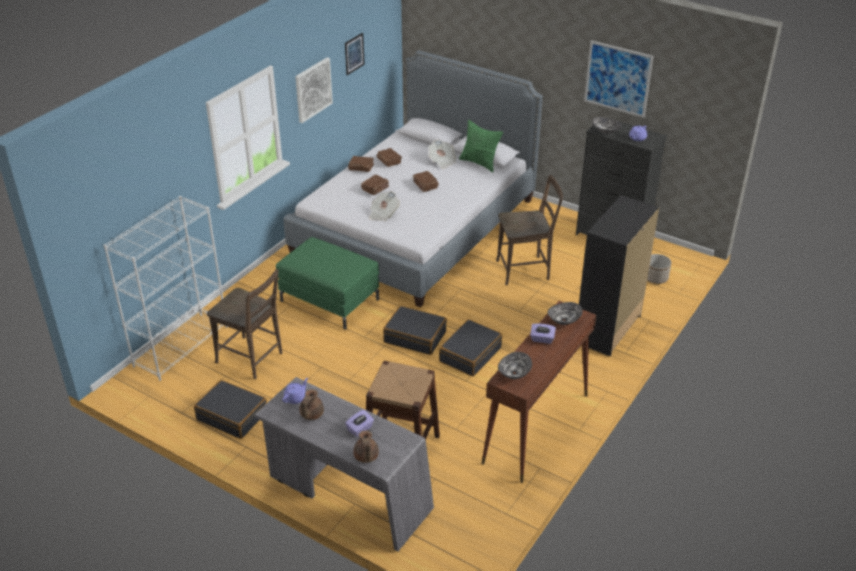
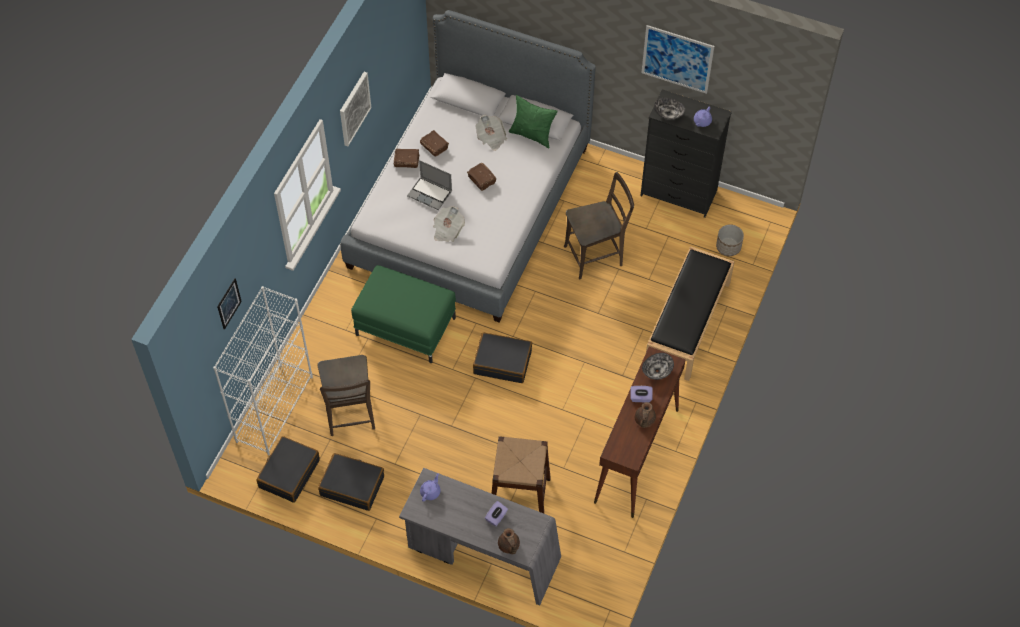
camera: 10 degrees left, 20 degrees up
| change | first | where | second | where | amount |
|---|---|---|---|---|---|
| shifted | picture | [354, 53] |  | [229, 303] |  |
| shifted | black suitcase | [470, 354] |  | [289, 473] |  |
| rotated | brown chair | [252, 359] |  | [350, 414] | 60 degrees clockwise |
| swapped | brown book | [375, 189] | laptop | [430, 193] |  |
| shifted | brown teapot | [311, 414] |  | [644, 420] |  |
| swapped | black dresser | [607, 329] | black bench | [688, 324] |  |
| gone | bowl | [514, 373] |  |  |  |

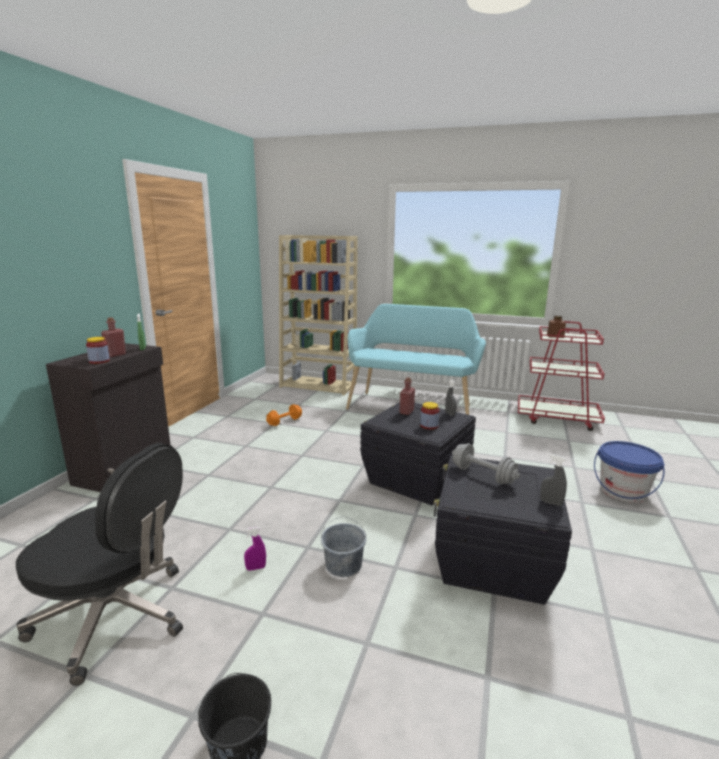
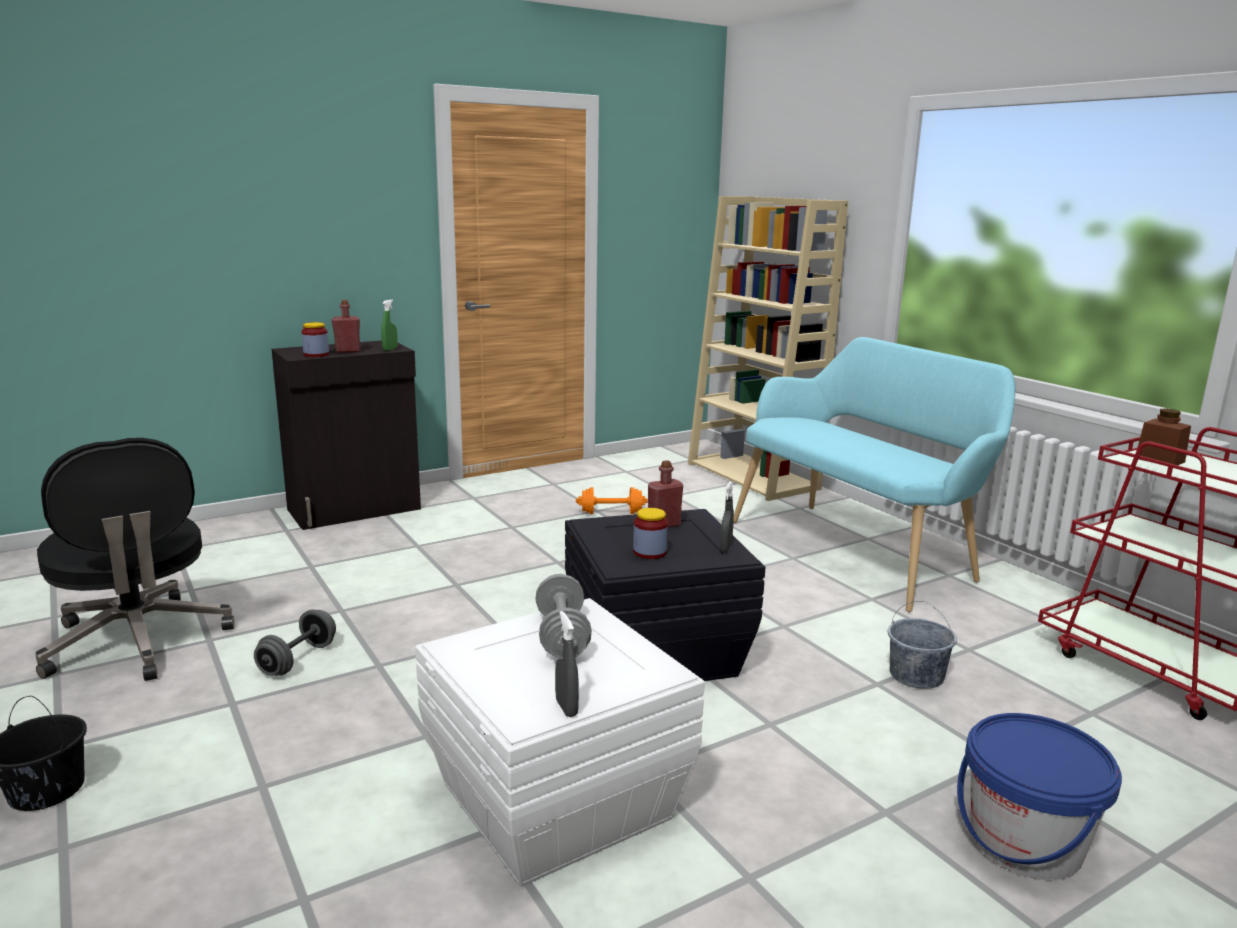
camera: 40 degrees right, 0 degrees up
| change | first | where | second | where | amount |
|---|---|---|---|---|---|
| swapped | purple spray bottle | [256, 568] | grey dumbbell | [298, 660] |  |
| repainted | black storage box | [492, 562] | white storage box | [553, 800] |  |
| shifted | grey bucket | [344, 565] |  | [917, 676] |  |

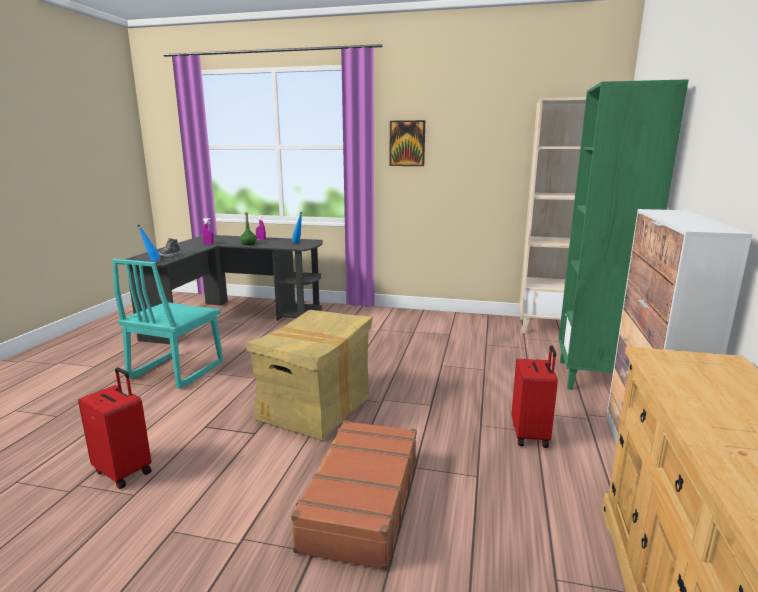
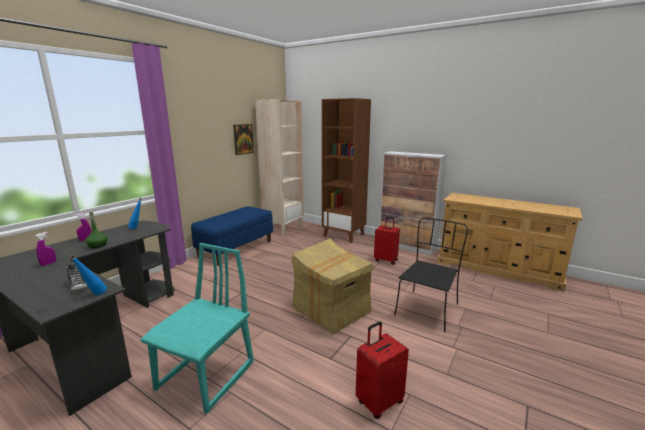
camera: 70 degrees left, 0 degrees up
| change | first | where | second | where | amount |
|---|---|---|---|---|---|
| rotated | turquoise chair | [176, 371] |  | [207, 376] | 105 degrees counterclockwise |
| new |  |  | blue bench | [236, 249] |  |
| shifted | picture | [407, 143] |  | [243, 139] |  |
| repainted | green bookcase | [593, 377] | brown bookcase | [344, 235] |  |
| swapped | brown suitcase | [360, 502] | black chair | [427, 309] |  |

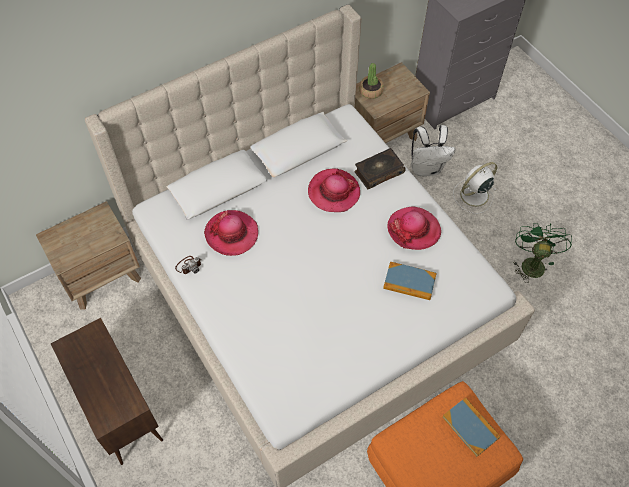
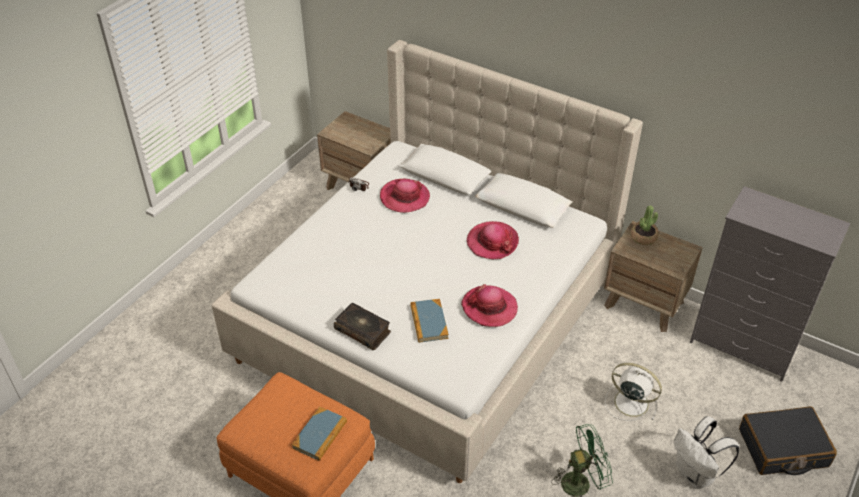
camera: 65 degrees right, 15 degrees down
| change | first | where | second | where | amount |
|---|---|---|---|---|---|
| shifted | book | [378, 172] |  | [363, 331] |  |
| shifted | white backpack | [426, 168] |  | [696, 474] |  |
| new |  |  | black suitcase | [783, 448] |  |
| gone | brown cabinet | [120, 409] |  |  |  |

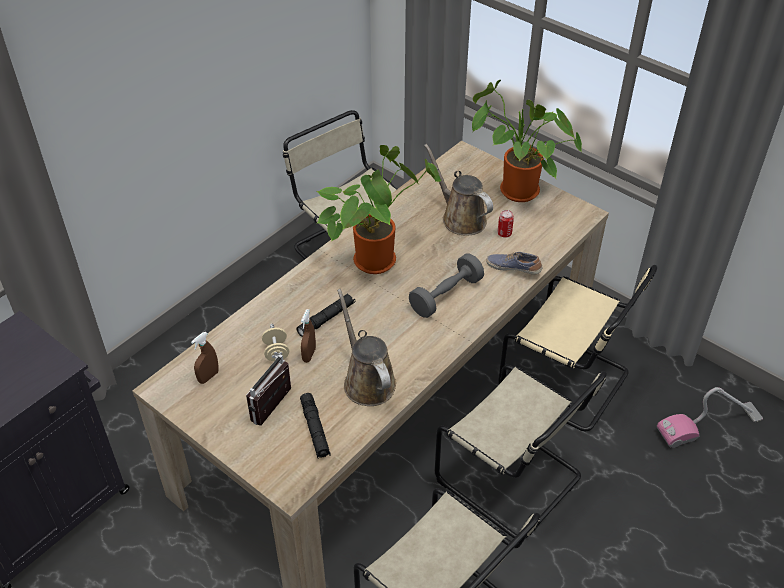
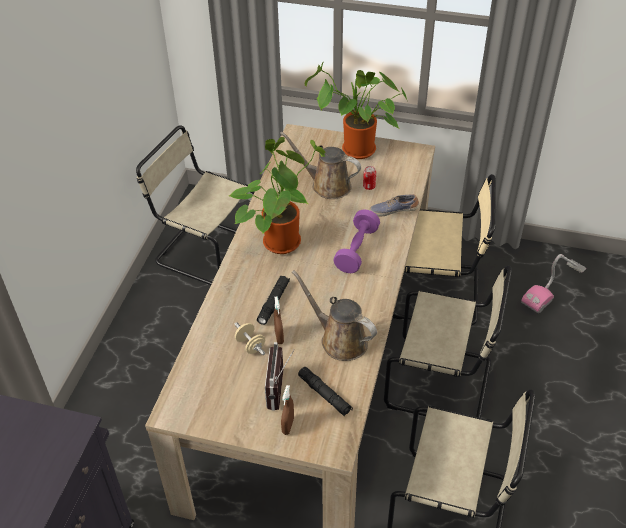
camera: 25 degrees left, 0 degrees up
| change | first | where | second | where | amount |
|---|---|---|---|---|---|
| shifted | brown spray bottle | [208, 377] |  | [288, 426] |  |
| repainted | grey dumbbell | [446, 295] | purple dumbbell | [356, 250] |  |

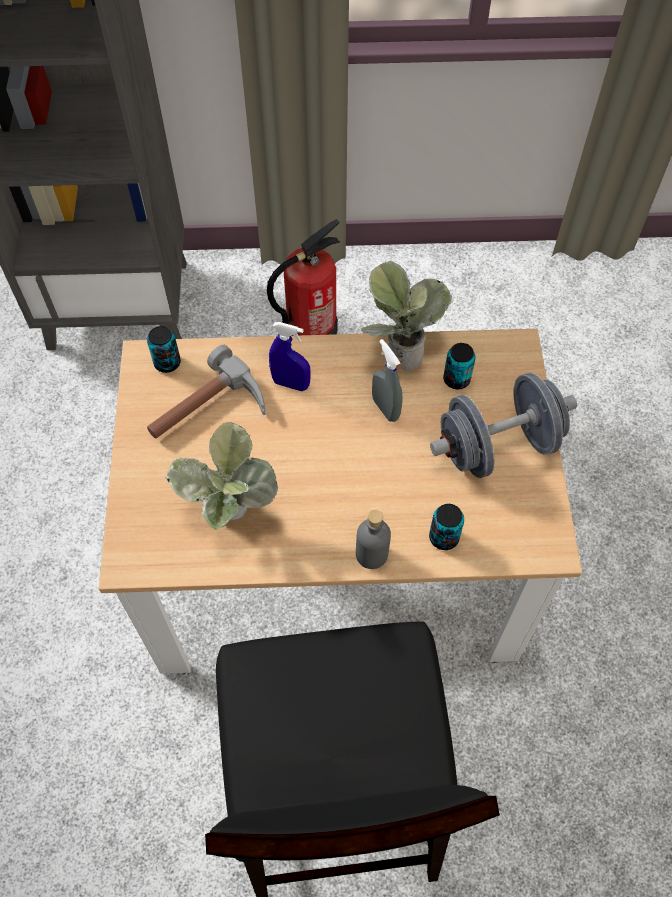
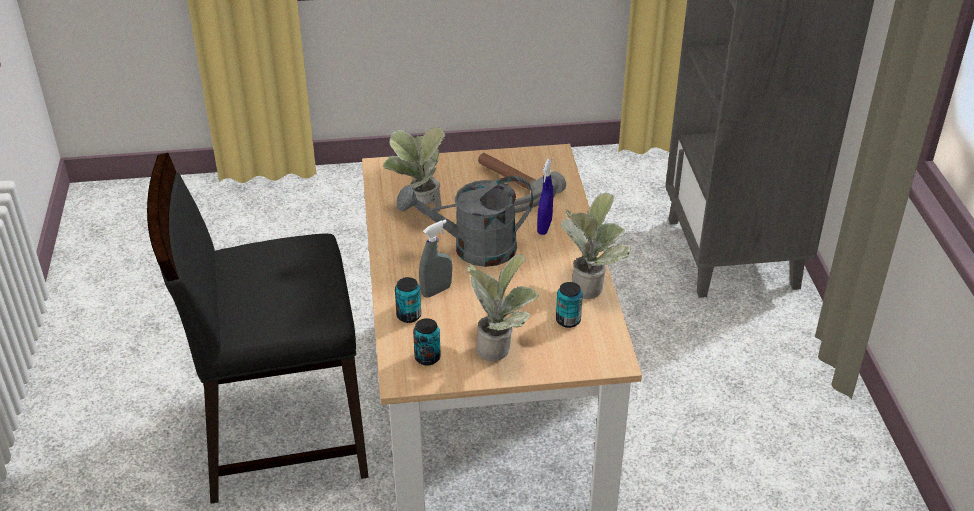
camera: 85 degrees right, 20 degrees down
| change | first | where | second | where | amount |
|---|---|---|---|---|---|
| new |  |  | grey watering can | [473, 249] |  |
| shifted | can | [167, 363] |  | [427, 357] |  |
| shifted | grey spray bottle | [385, 408] |  | [436, 291] |  |
| swapped | grey dumbbell | [497, 446] | potted plant | [500, 346] |  |
| gone | fire extinguisher | [310, 331] |  |  |  |
| gone | grey bottle | [371, 554] |  |  |  |

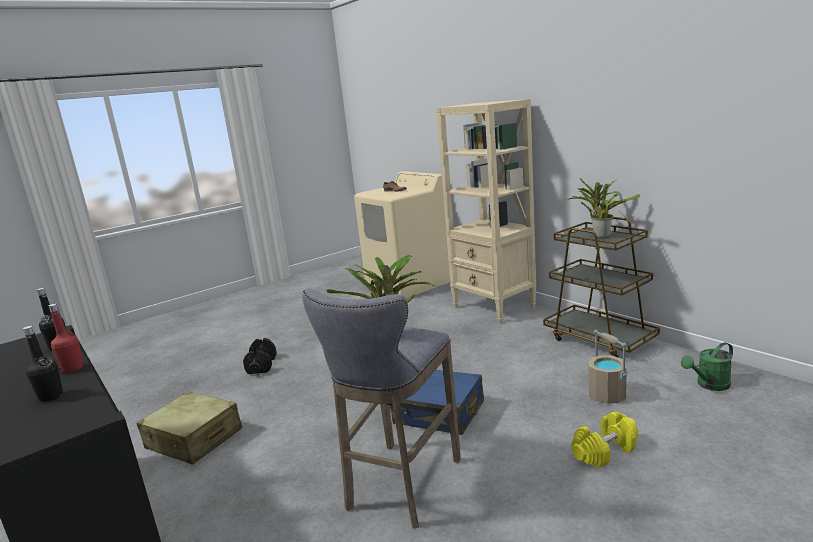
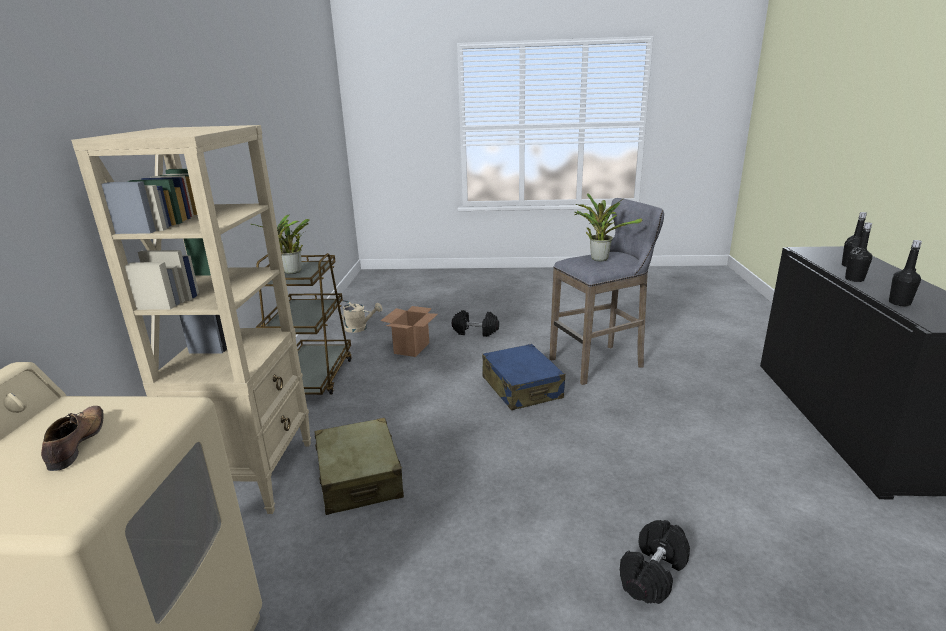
camera: 140 degrees left, 5 degrees up
| change | first | where | second | where | amount |
|---|---|---|---|---|---|
| shifted | beige suitcase | [194, 439] |  | [359, 478] |  |
| repainted | green watering can | [709, 385] | beige watering can | [360, 328] |  |
| swapped | beige bucket | [607, 395] | cardboard box | [412, 348] |  |
| repainted | yellow dumbbell | [605, 451] | black dumbbell | [475, 332] |  |
| repainted | red bottle | [72, 368] | black bottle | [854, 279] |  |

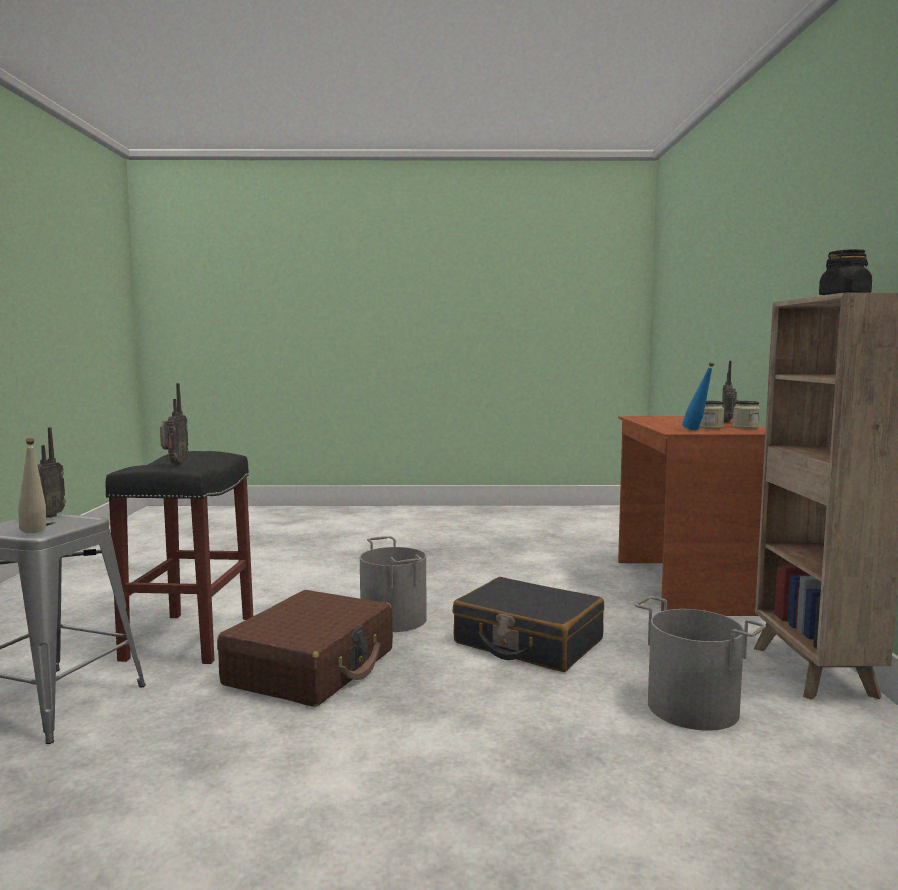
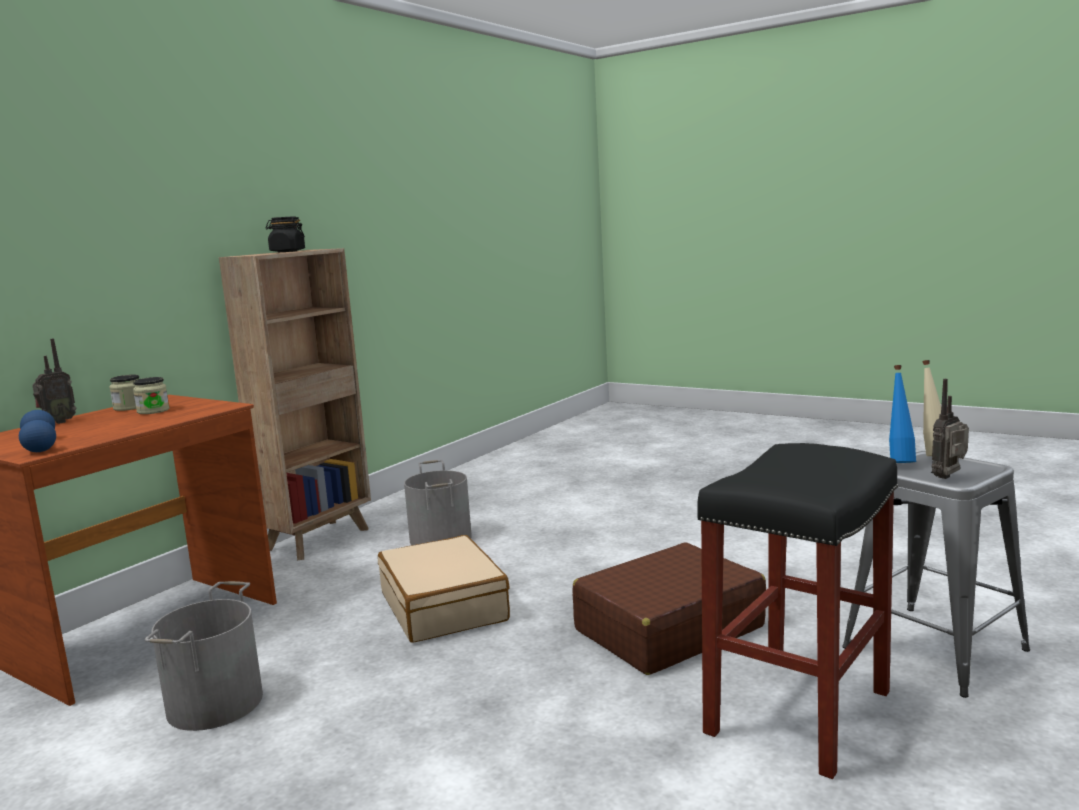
camera: 145 degrees left, 5 degrees up
| change | first | where | second | where | amount |
|---|---|---|---|---|---|
| new |  |  | blue dumbbell | [40, 445] |  |
| shifted | grey bucket | [392, 619] |  | [216, 703] |  |
| repainted | black suitcase | [527, 642] | beige suitcase | [444, 606] |  |
| shifted | blue bottle | [697, 430] |  | [899, 462] |  |
| gone | radio | [174, 464] |  |  |  |

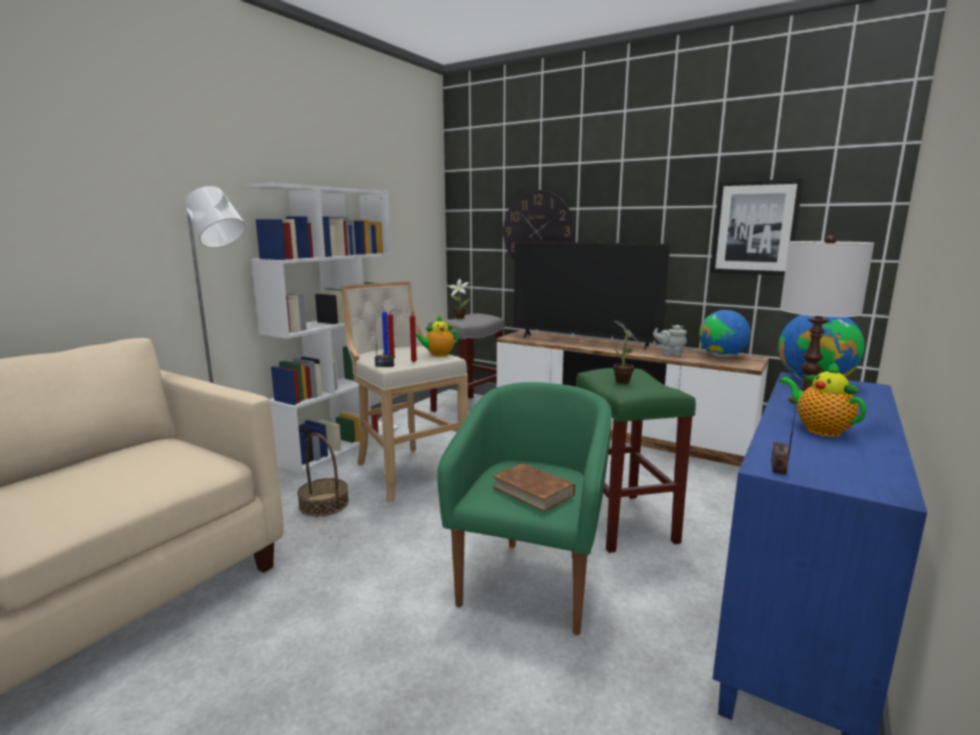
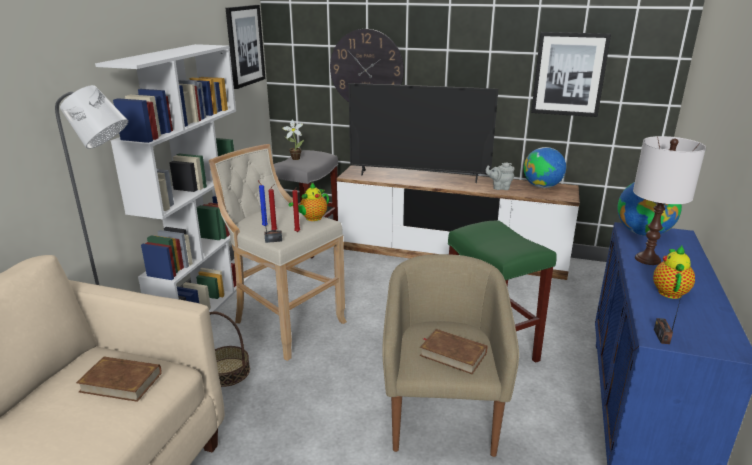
camera: 15 degrees left, 10 degrees up
| change | first | where | second | where | amount |
|---|---|---|---|---|---|
| new |  |  | brown book | [121, 382] |  |
| new |  |  | picture | [245, 45] |  |
| repainted | green armchair | [531, 580] | beige armchair | [442, 416] |  |
| rotated | teapot | [819, 430] |  | [669, 291] | 60 degrees clockwise |
| gone | potted plant | [622, 382] |  |  |  |

